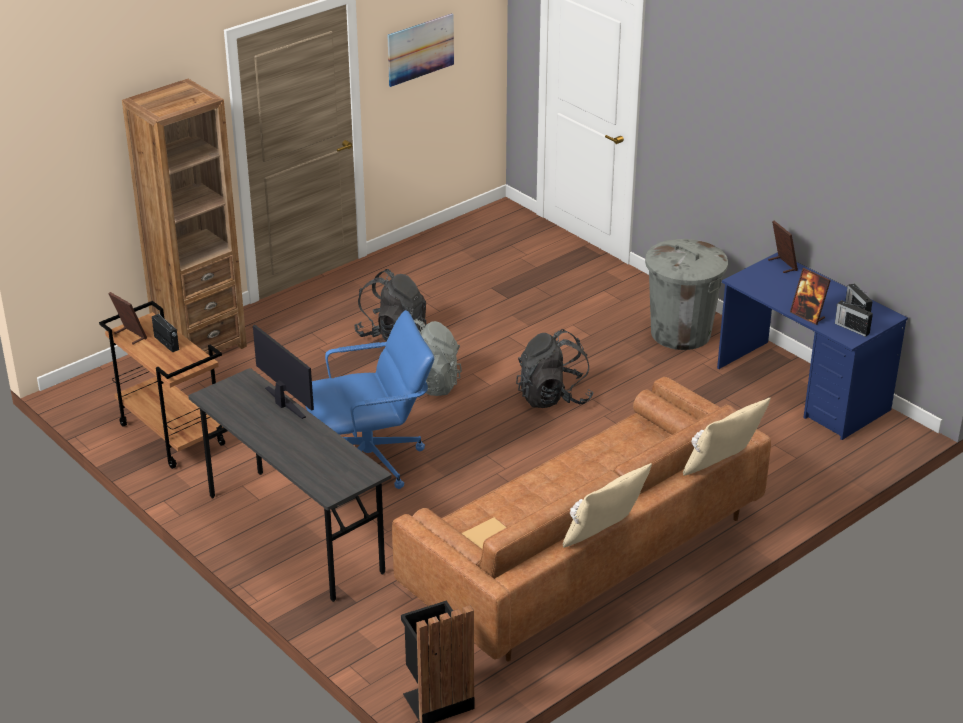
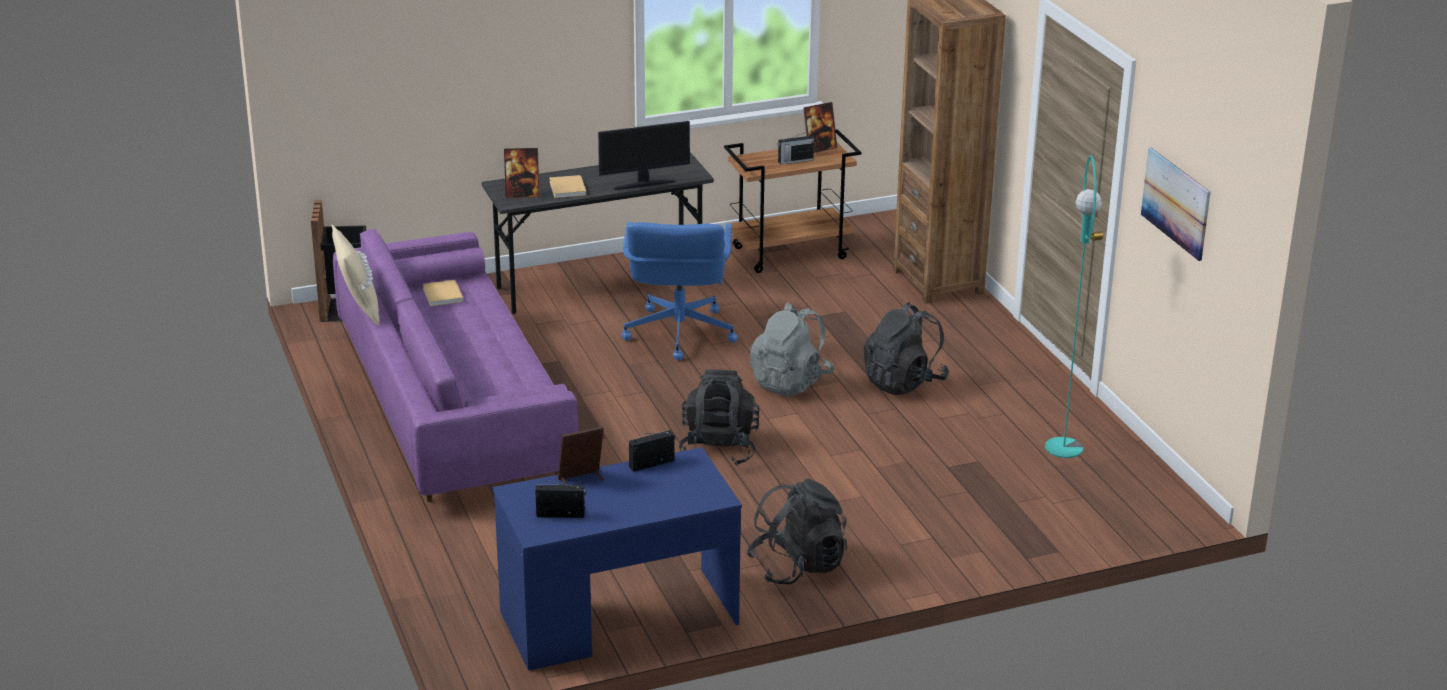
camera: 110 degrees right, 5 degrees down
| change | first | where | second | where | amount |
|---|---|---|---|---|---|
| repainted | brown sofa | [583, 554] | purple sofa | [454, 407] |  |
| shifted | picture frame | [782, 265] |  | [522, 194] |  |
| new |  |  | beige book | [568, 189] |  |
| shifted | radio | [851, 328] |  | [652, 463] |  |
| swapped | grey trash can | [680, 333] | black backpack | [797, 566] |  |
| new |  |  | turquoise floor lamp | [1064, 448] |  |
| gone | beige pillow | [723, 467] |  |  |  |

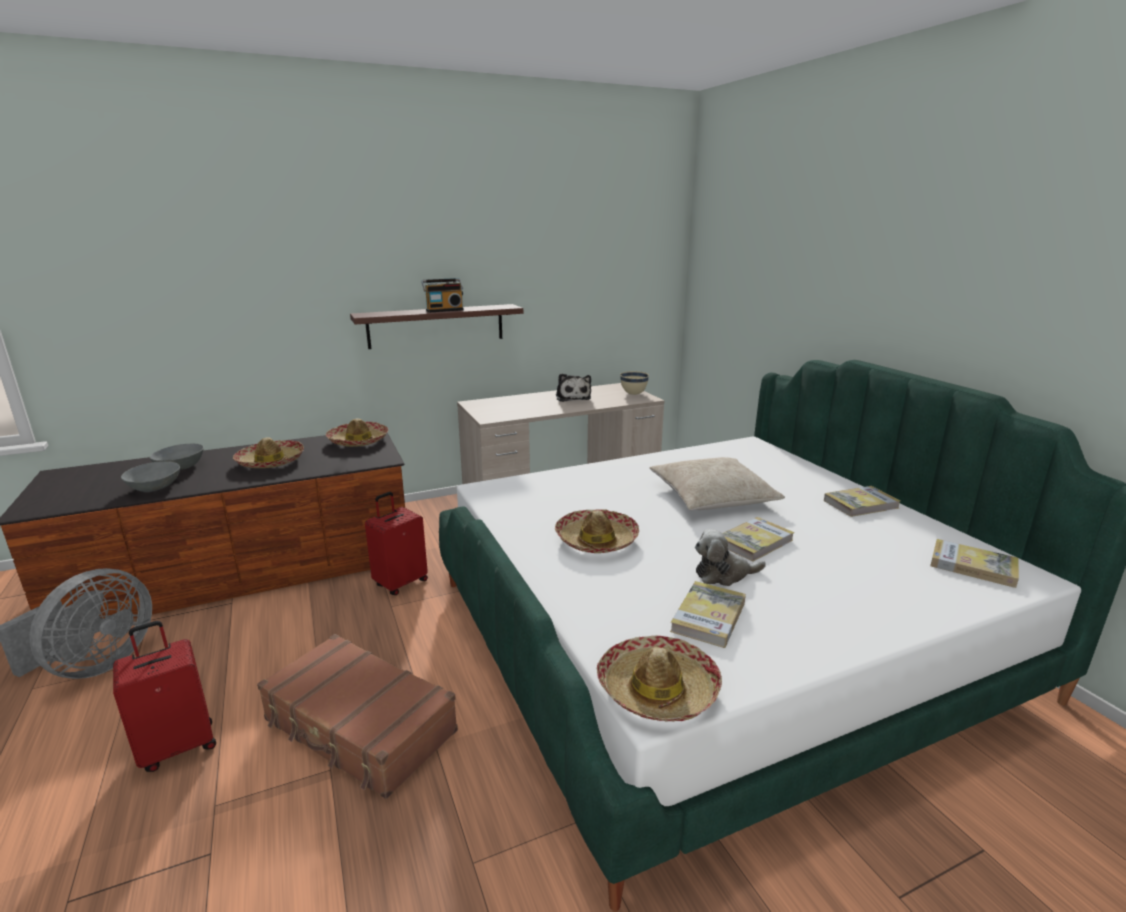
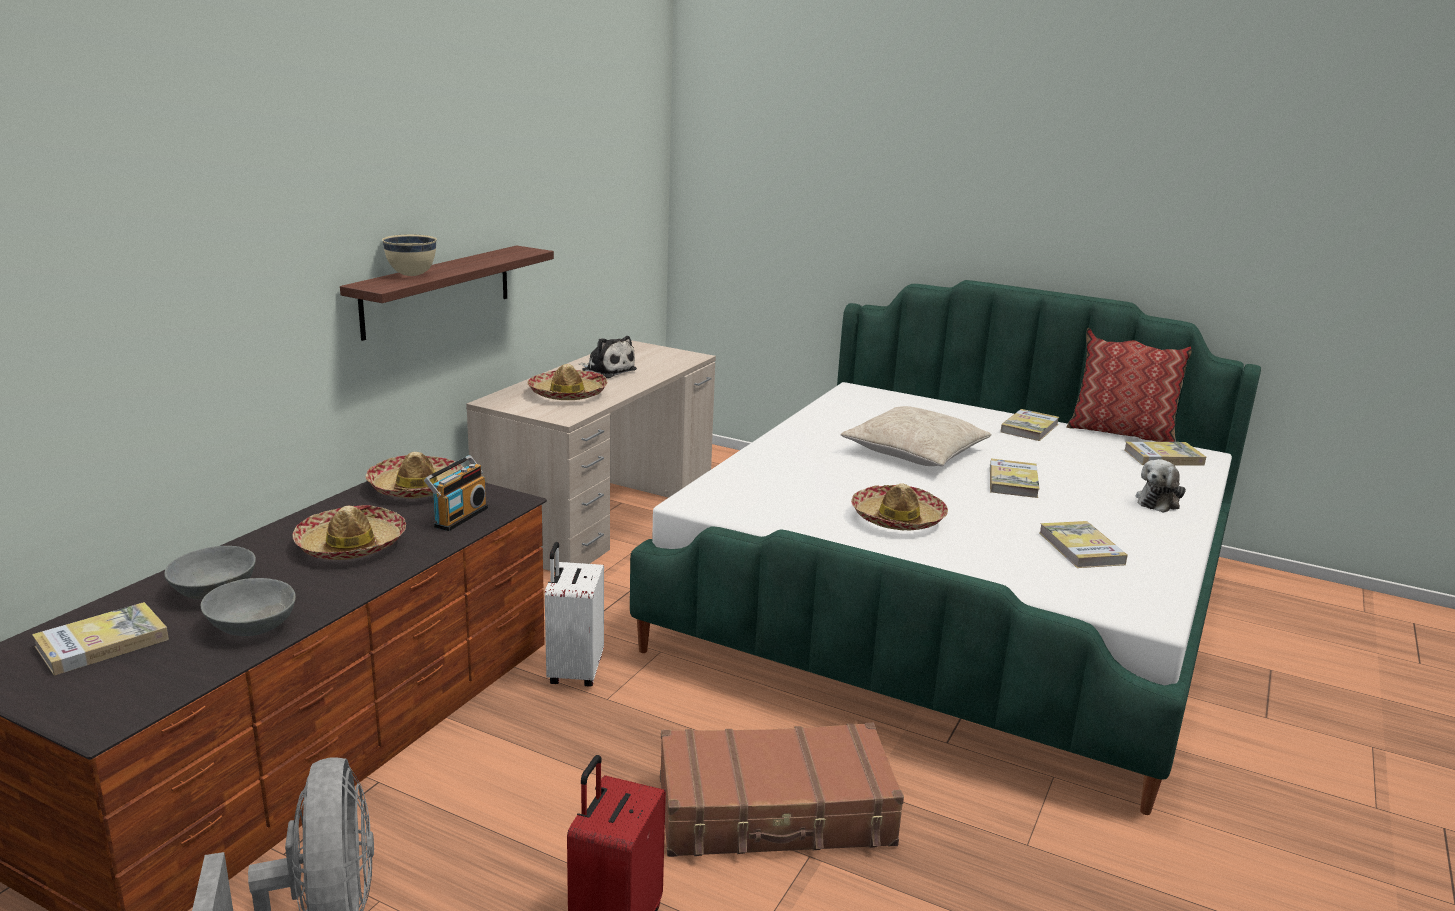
camera: 40 degrees left, 0 degrees up
| change | first | where | second | where | amount |
|---|---|---|---|---|---|
| new |  |  | book | [102, 643] |  |
| shifted | beige bowl | [633, 394] |  | [411, 275] |  |
| shifted | radio | [444, 310] |  | [458, 517] |  |
| shifted | hat | [658, 689] |  | [568, 394] |  |
| repainted | red suitcase | [400, 583] | white suitcase | [574, 672] |  |
| new |  |  | pillow | [1121, 432] |  |
| shifted | plush toy | [724, 574] |  | [1159, 501] |  |

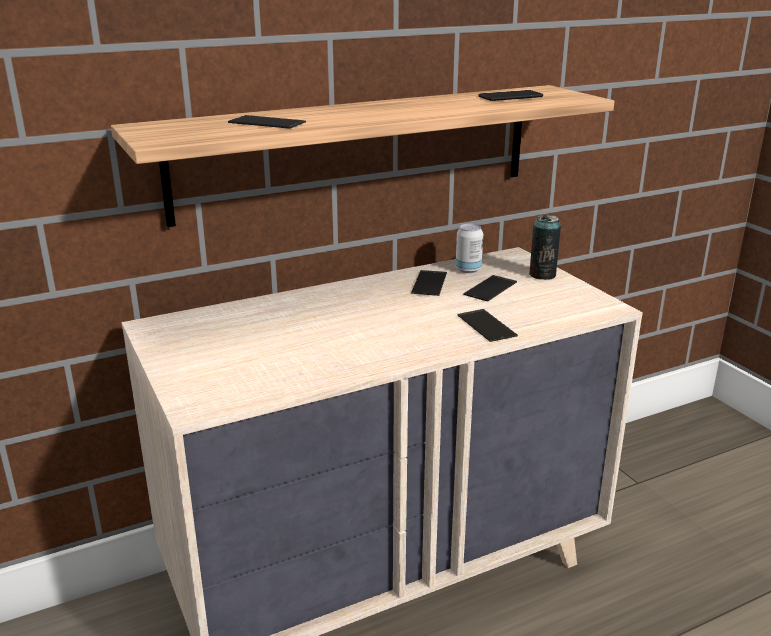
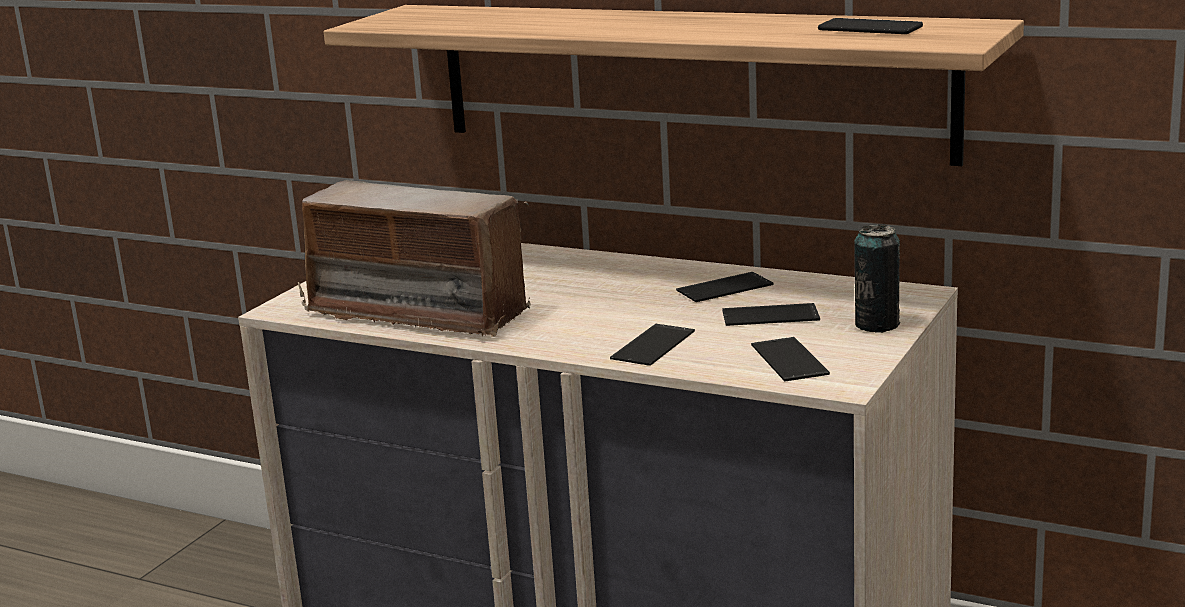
camera: 55 degrees right, 5 degrees down
| change | first | where | second | where | amount |
|---|---|---|---|---|---|
| new |  |  | radio | [420, 313] |  |
| shifted | phone | [267, 123] |  | [789, 360] |  |
| gone | can | [468, 269] |  |  |  |

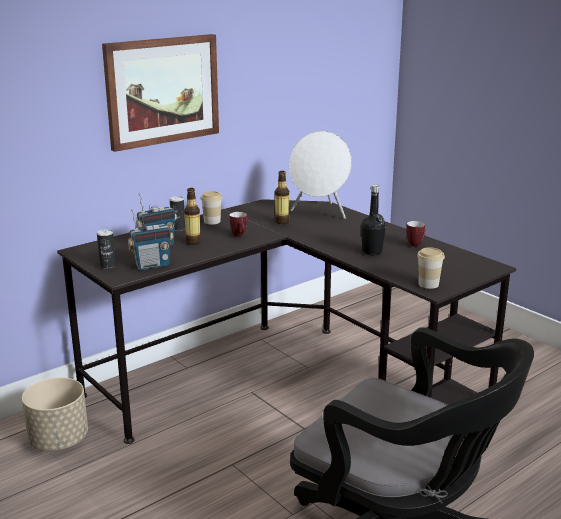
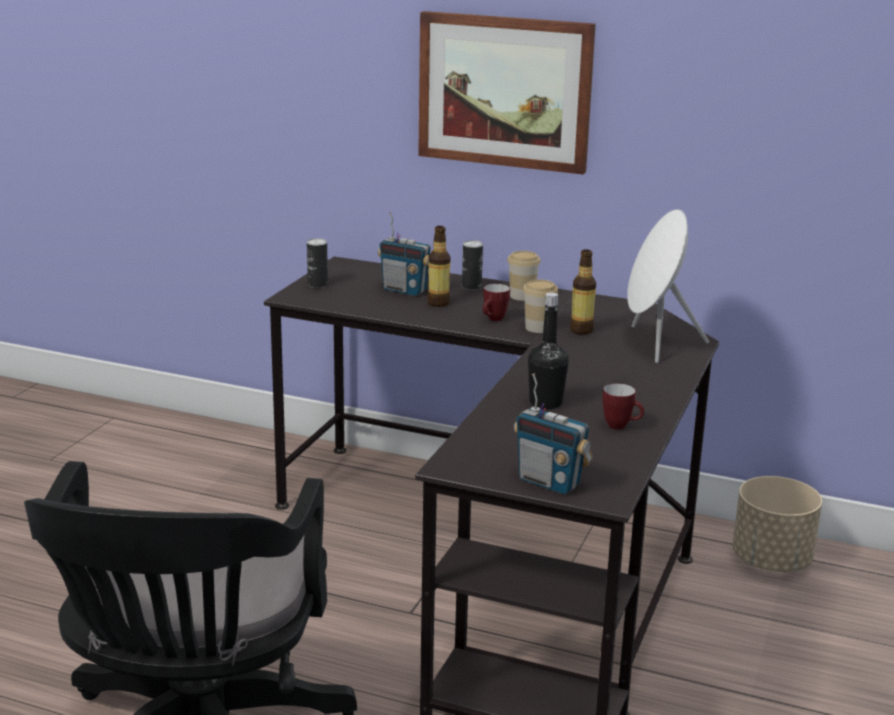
camera: 60 degrees right, 0 degrees up
| change | first | where | second | where | amount |
|---|---|---|---|---|---|
| shifted | radio | [152, 265] |  | [549, 482] |  |
| shifted | cup | [428, 284] |  | [538, 328] |  |
| shifted | beige planter | [58, 440] |  | [770, 561] |  |

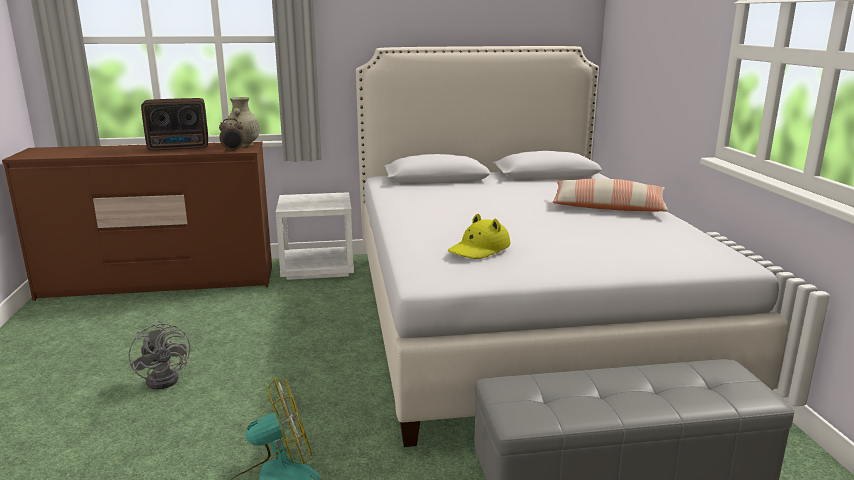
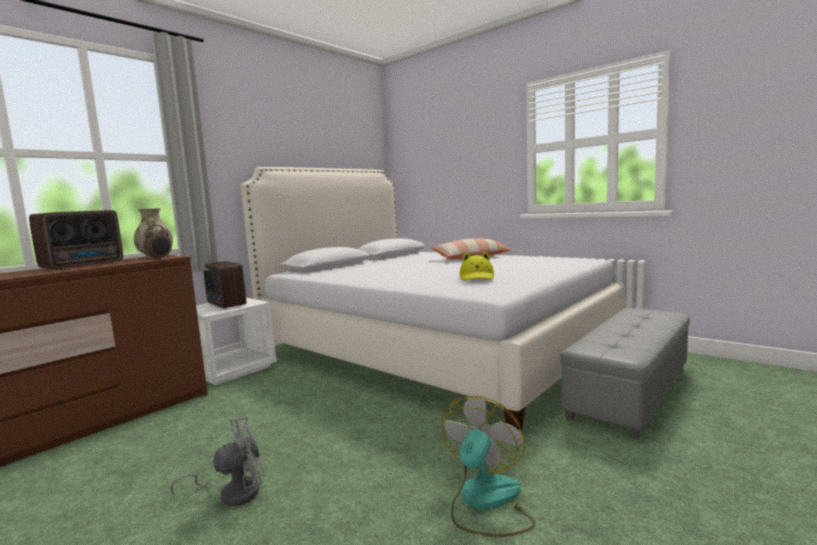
camera: 40 degrees left, 10 degrees down
| change | first | where | second | where | amount |
|---|---|---|---|---|---|
| rotated | grey fan | [167, 378] |  | [233, 493] | 45 degrees counterclockwise |
| new |  |  | radio | [226, 304] |  |

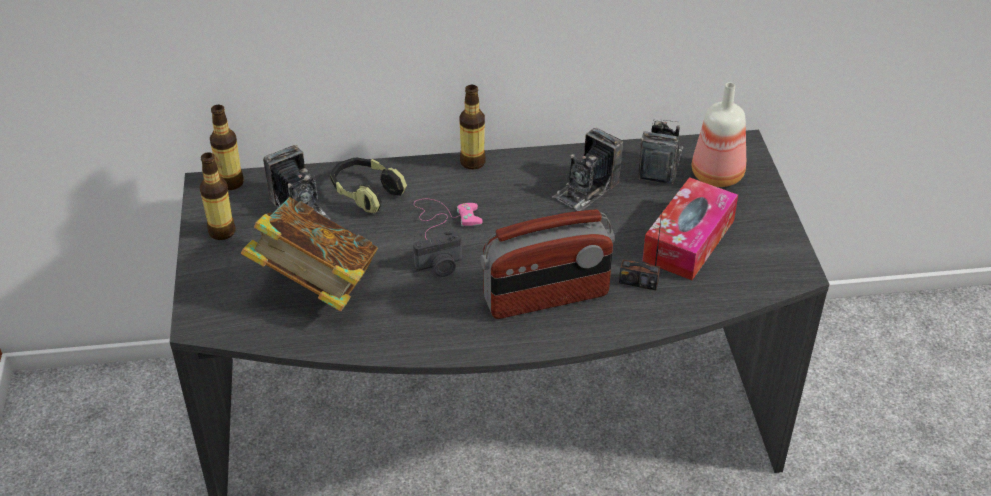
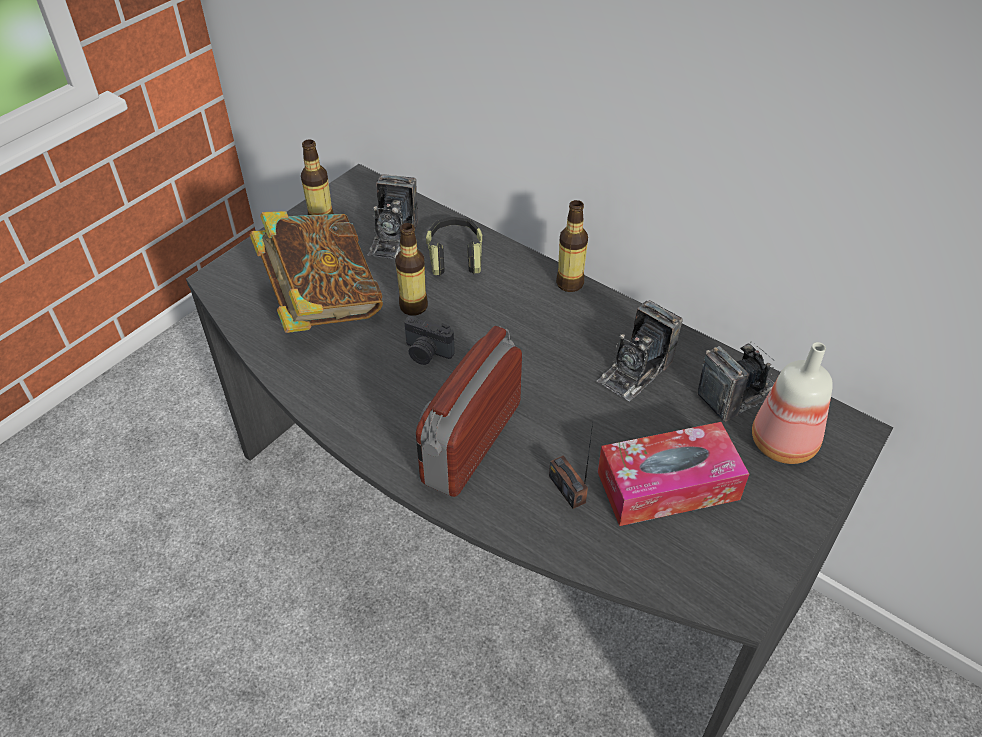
camera: 45 degrees right, 5 degrees up
| change | first | where | second | where | amount |
|---|---|---|---|---|---|
| shifted | bottle | [231, 183] |  | [413, 306] |  |
| rotated | radio | [546, 298] |  | [470, 442] | 90 degrees clockwise |
| rotated | photo camera | [586, 189] |  | [635, 371] | 45 degrees counterclockwise |
| gone | pink game controller | [444, 218] |  |  |  |

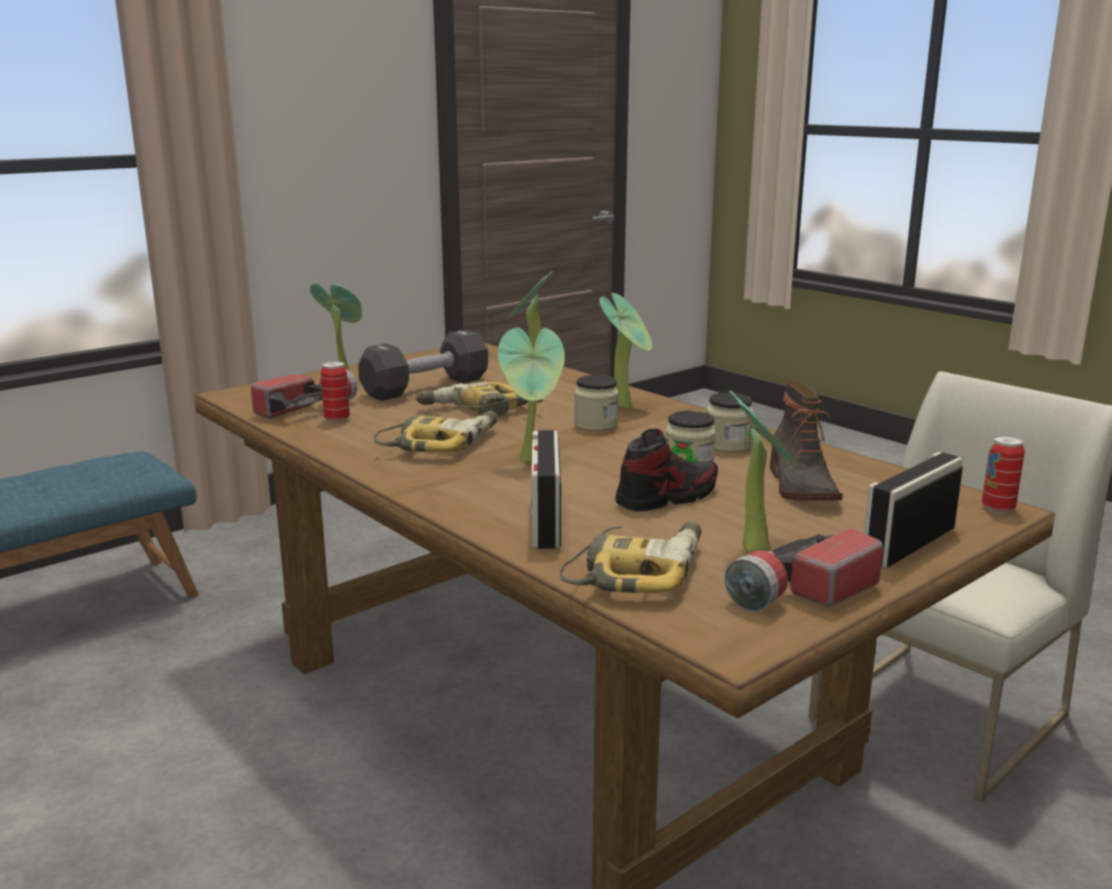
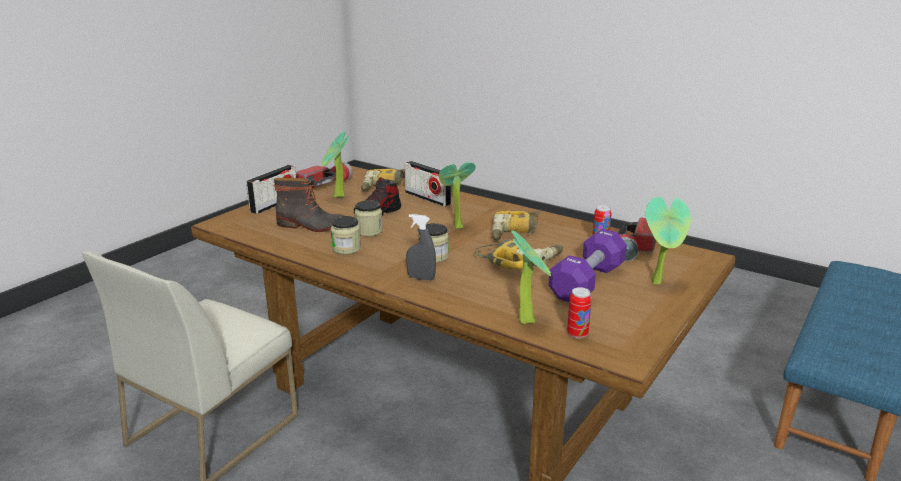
camera: 165 degrees right, 5 degrees up
| change | first | where | second | where | amount |
|---|---|---|---|---|---|
| rotated | boot | [799, 486] |  | [311, 226] | 120 degrees clockwise |
| rotated | radio | [545, 521] |  | [428, 198] | 150 degrees clockwise |
| swapped | potted plant | [625, 406] | grey spray bottle | [421, 278] |  |
| repainted | black dumbbell | [426, 387] | purple dumbbell | [587, 282] |  |
| shifted | can | [998, 508] |  | [577, 334] |  |

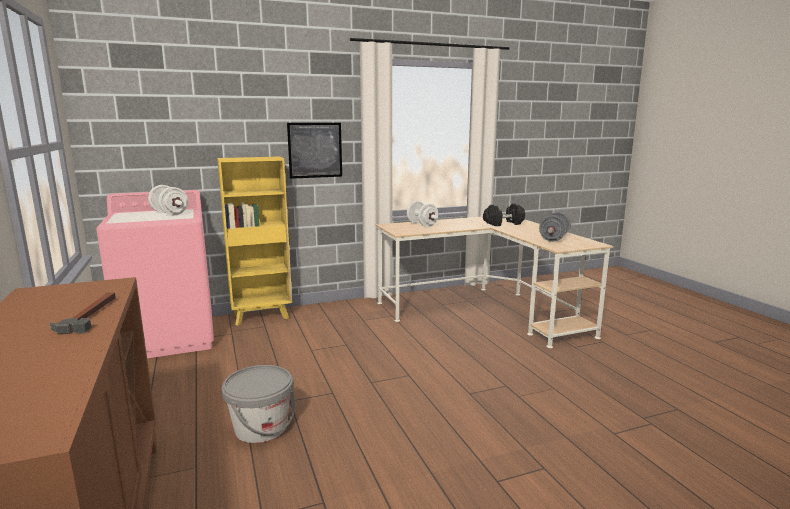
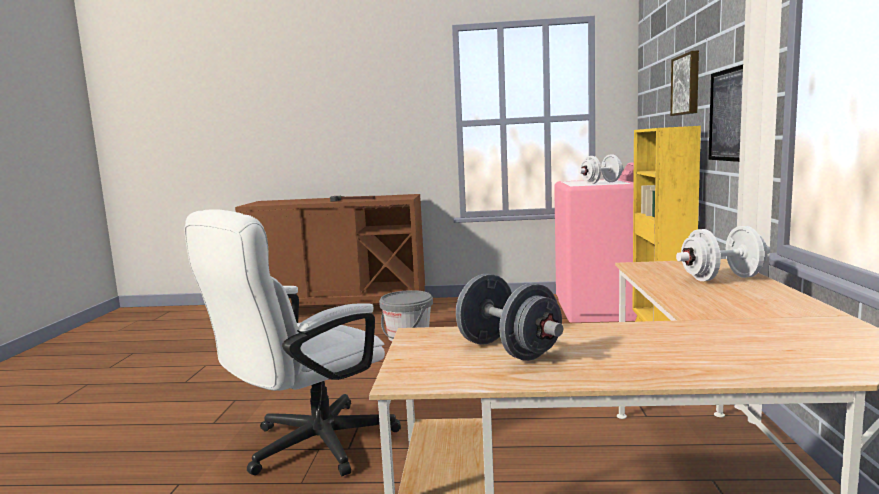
camera: 115 degrees right, 5 degrees down
| change | first | where | second | where | amount |
|---|---|---|---|---|---|
| new |  |  | white office chair | [307, 448] |  |
| new |  |  | picture | [687, 84] |  |
| gone | black dumbbell | [503, 224] |  |  |  |

